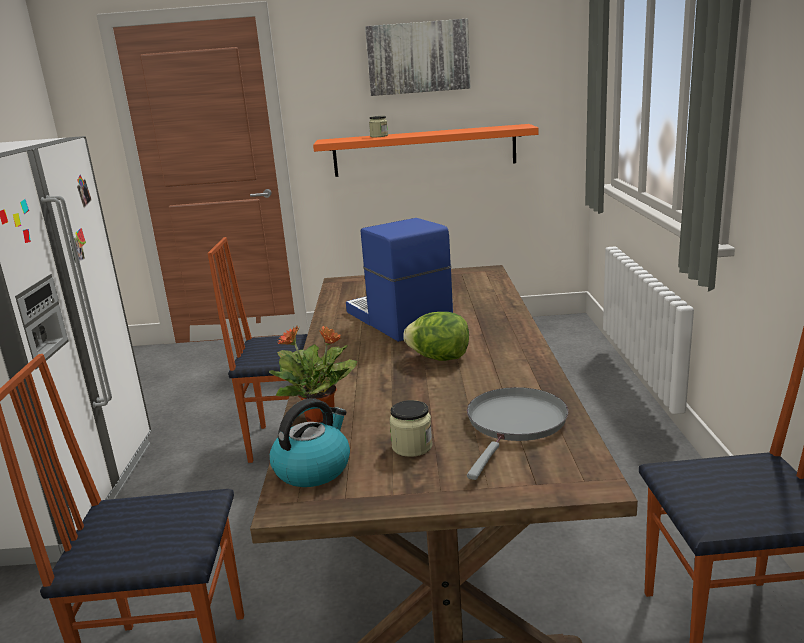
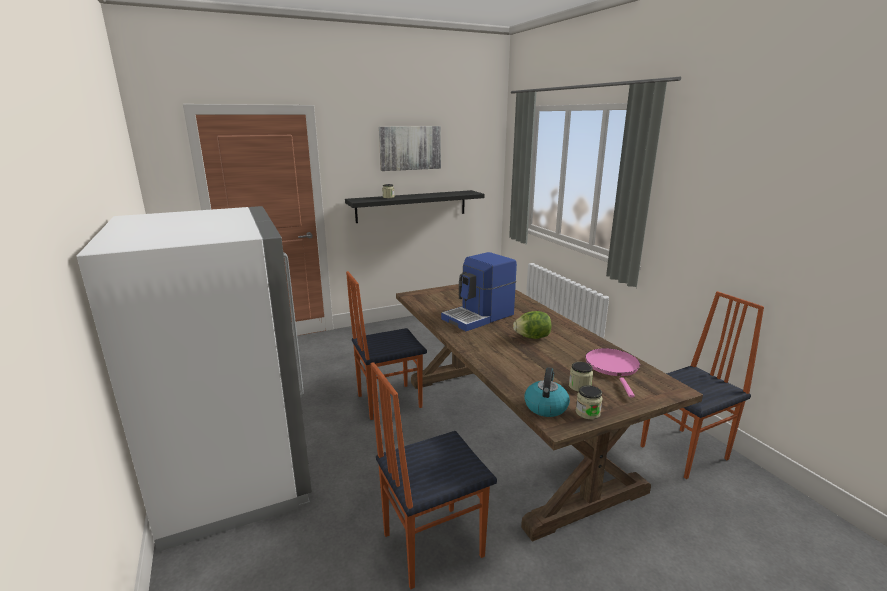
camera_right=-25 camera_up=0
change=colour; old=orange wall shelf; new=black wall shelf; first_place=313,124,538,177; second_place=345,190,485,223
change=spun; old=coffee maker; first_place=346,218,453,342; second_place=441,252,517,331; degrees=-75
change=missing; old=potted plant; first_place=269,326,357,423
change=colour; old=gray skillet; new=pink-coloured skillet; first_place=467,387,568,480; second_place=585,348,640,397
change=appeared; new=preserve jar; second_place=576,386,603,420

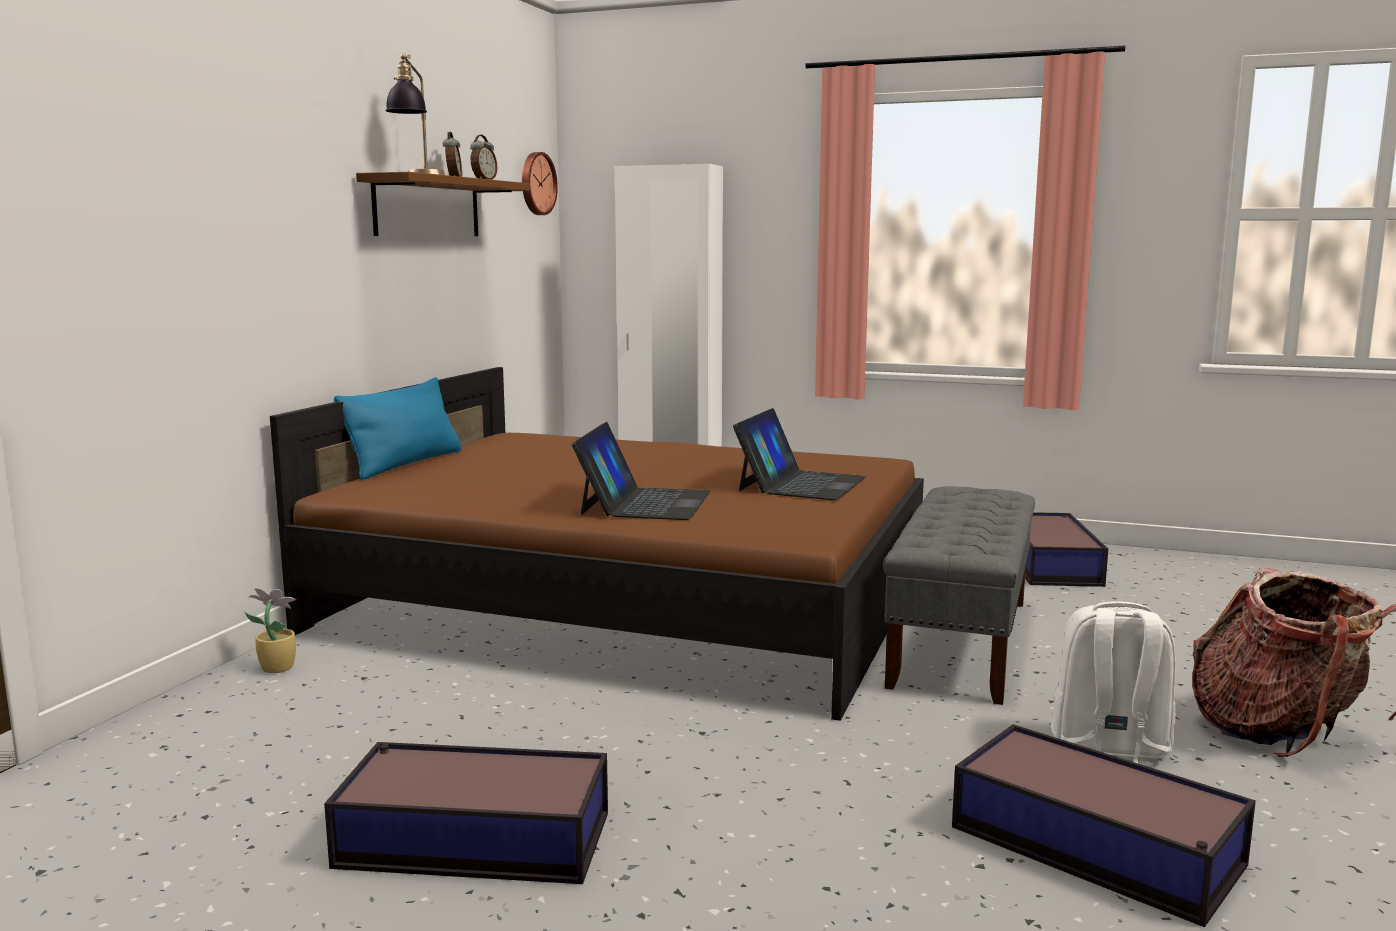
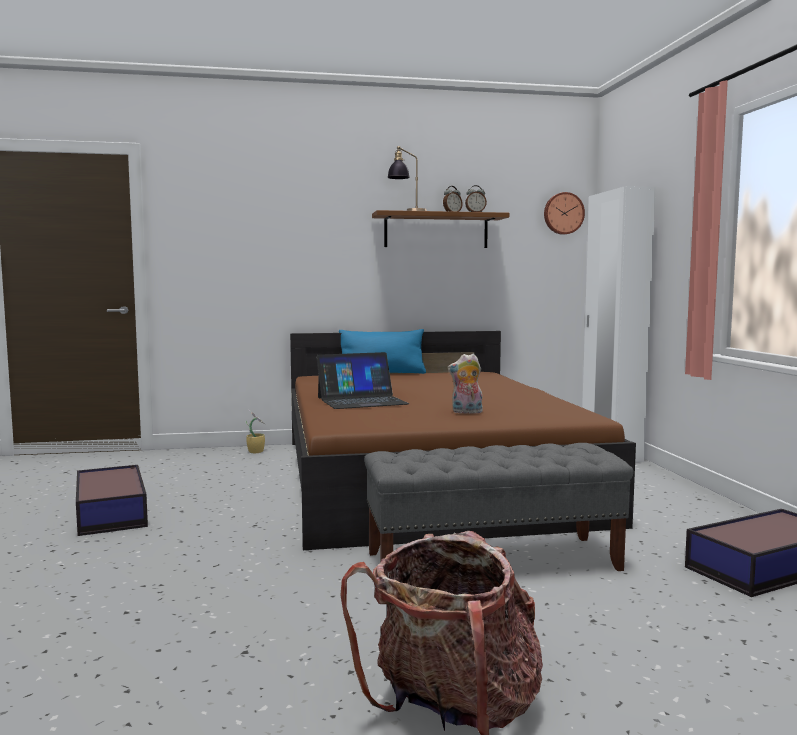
camera_right=60 camera_up=-5
change=exchanged; old=portable computer; new=cuddly toy; first_place=733,408,867,500; second_place=448,354,483,414
change=missing; old=whitish knapsack; first_place=1051,601,1176,763
change=missing; old=storage box; first_place=952,724,1256,927

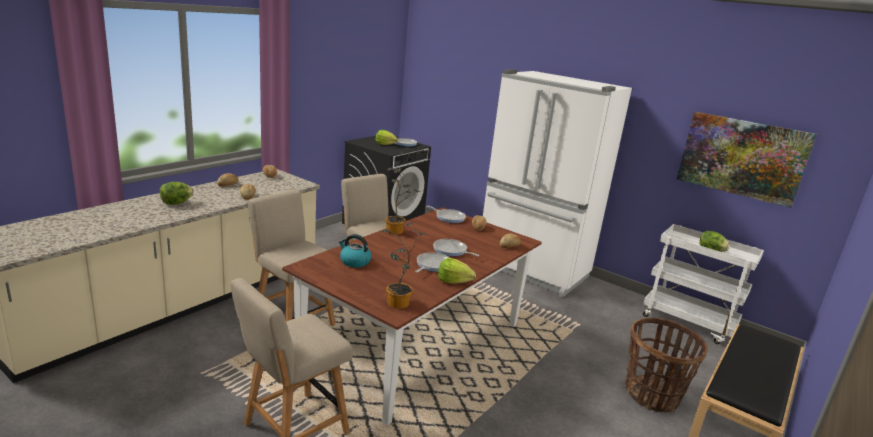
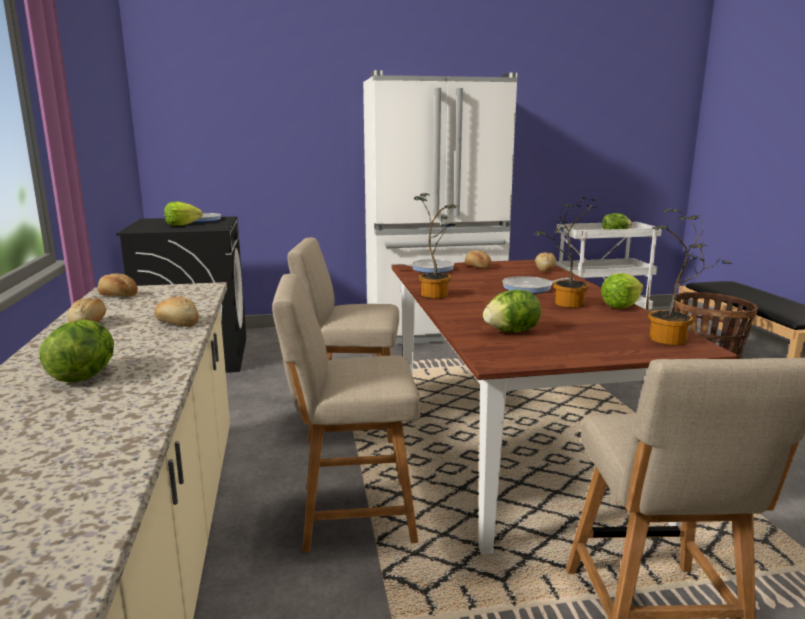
camera_right=-45 camera_up=-5
change=missing; old=picture; first_place=677,112,817,208
change=exchanged; old=tea kettle; new=head of lettuce; first_place=339,234,372,268; second_place=483,290,541,332
change=exchanged; old=skillet; new=potted plant; first_place=415,252,450,273; second_place=535,197,598,308

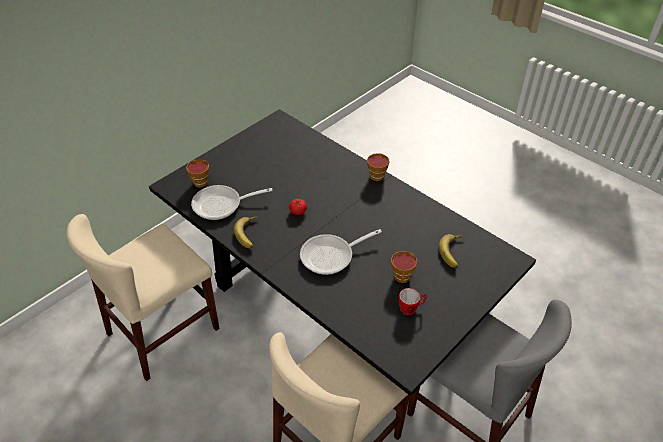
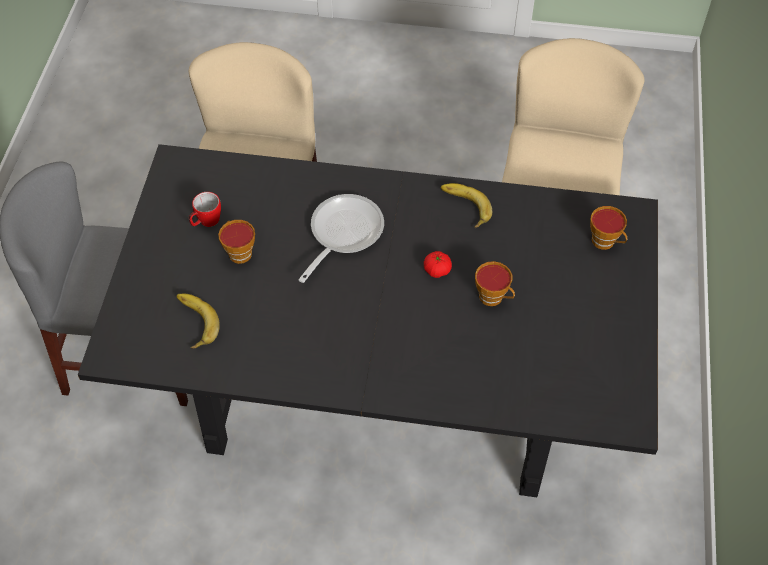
camera_right=145 camera_up=10
change=relocated; old=drinking cup; first_place=367,153,389,181; second_place=475,261,515,306
change=missing; old=skillet; first_place=191,185,273,220

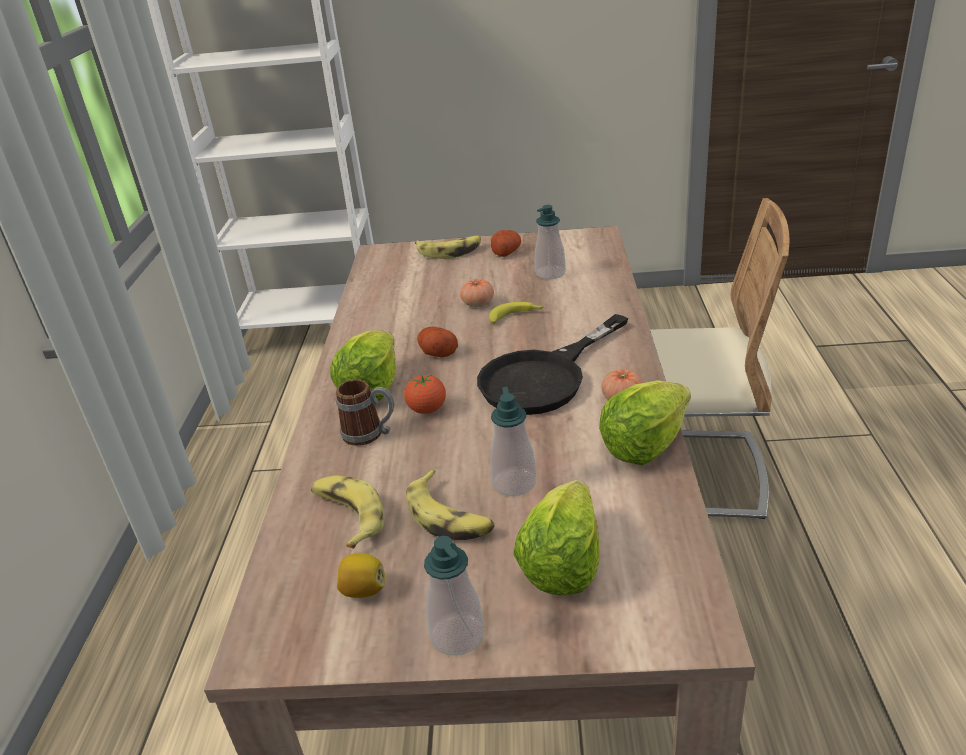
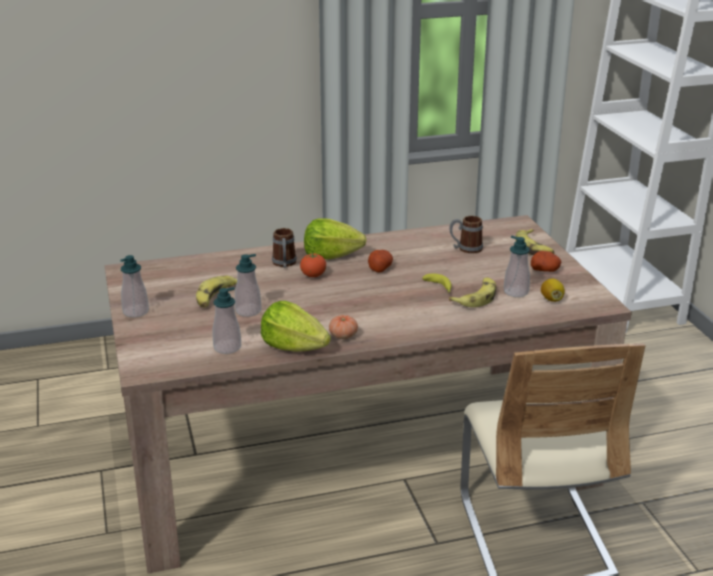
camera_right=70 camera_up=-5
change=missing; old=tomato; first_place=460,279,494,307
change=missing; old=black skillet; first_place=477,314,628,415
change=relocated; old=whole banana; first_place=311,475,384,549; second_place=449,277,496,307
change=missing; old=head of lettuce; first_place=513,480,600,595
change=relocated; old=citrus fruit; first_place=337,553,385,598; second_place=541,279,565,302
change=appeared; new=mug; second_place=449,216,483,254
change=appeared; new=liquid soap bottle; second_place=213,287,241,354

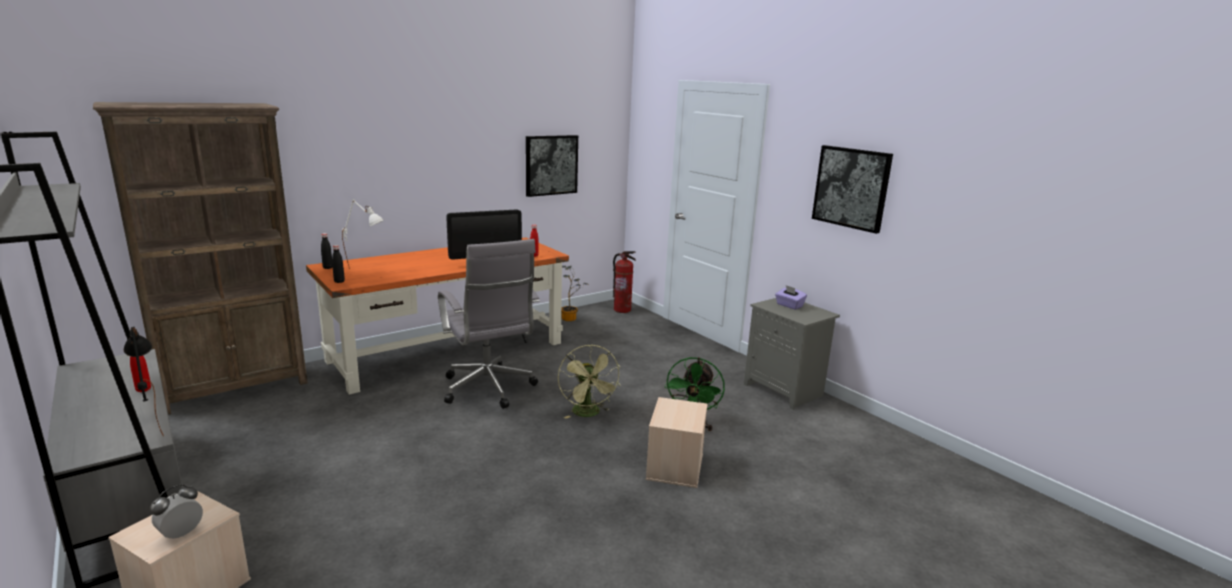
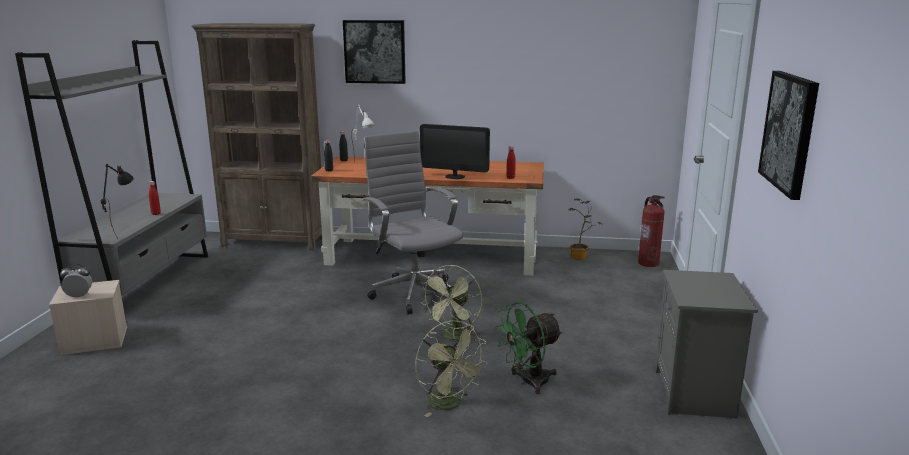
camera_right=45 camera_up=0
change=relocated; old=picture; first_place=526,135,578,197; second_place=343,20,406,84
change=spun; old=gray computer chair; first_place=438,239,540,409; second_place=362,131,463,314; degrees=135
change=missing; old=purple tissue box; first_place=775,285,807,310
change=exchanged; old=beige-coloured storage box; new=green cooling fan; first_place=646,397,707,488; second_place=415,320,488,417

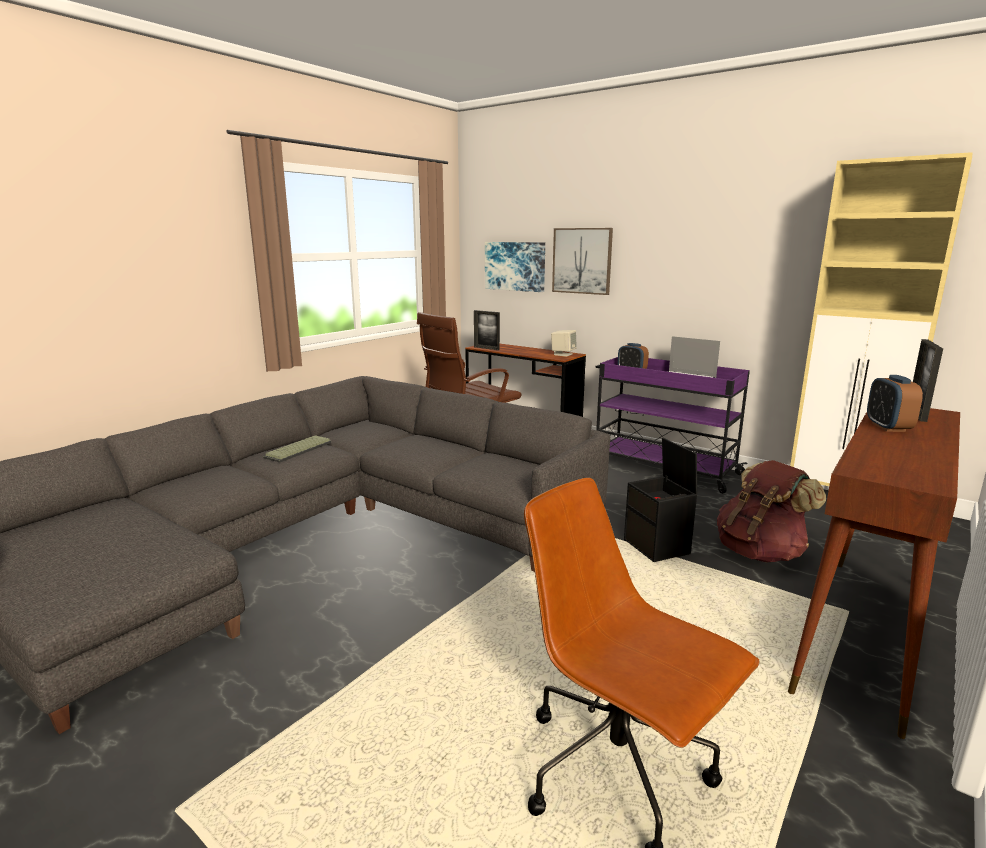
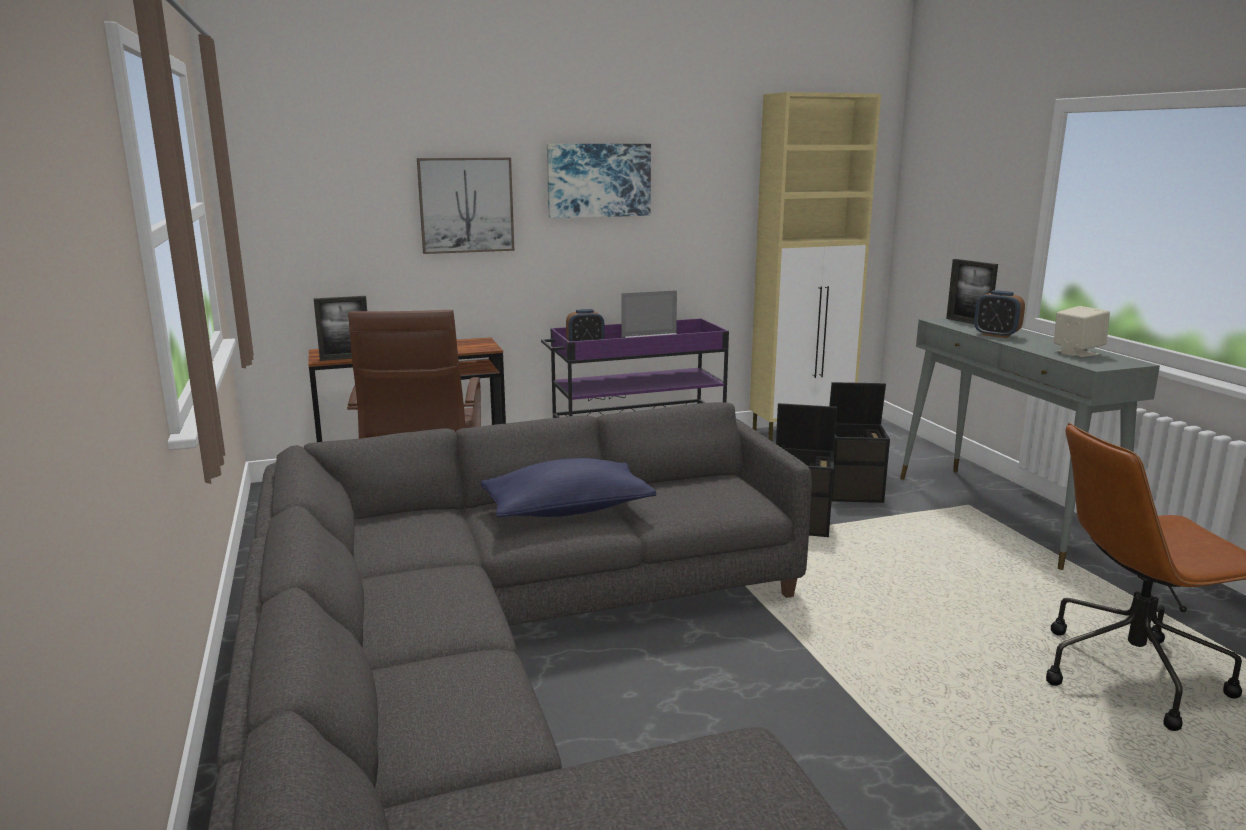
camera_right=-55 camera_up=0
change=relocated; old=picture; first_place=485,242,545,292; second_place=547,144,651,218
change=relocated; old=beige-coloured loudspeaker; first_place=551,330,577,357; second_place=1054,306,1110,357
change=colour; old=brown-coloured narrow table; new=gray narrow table; first_place=788,408,960,739; second_place=900,317,1160,570
change=missing; old=computer keyboard; first_place=263,435,332,462
change=exchanged; old=brown-coloured knapsack; new=black storage box; first_place=717,460,826,563; second_place=829,382,890,503
change=appeared; new=bluish cushion; second_place=480,458,656,517

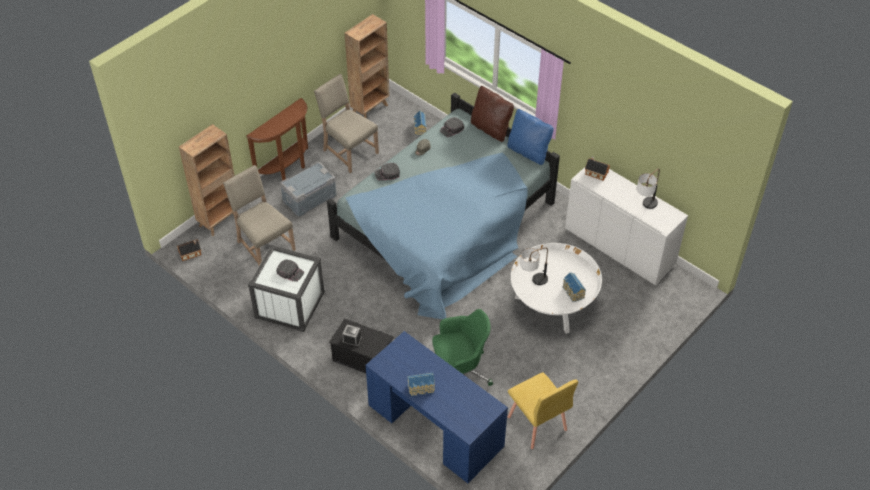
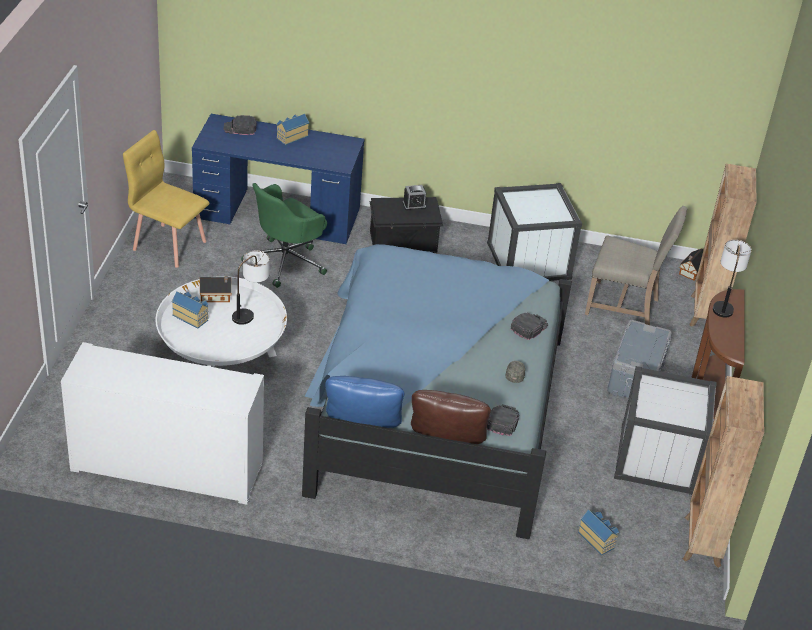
camera_right=145 camera_up=-10
change=exchanged; old=beige-coloured upright chair; new=whitish storage box; first_place=314,74,379,173; second_place=614,366,717,495
change=relocated; old=model house; first_place=585,157,610,181; second_place=200,276,231,302
change=relocated; old=table lamp; first_place=637,169,660,209; second_place=713,240,752,318
change=relocated; old=black baseball cap; first_place=276,259,304,282; second_place=223,115,256,135

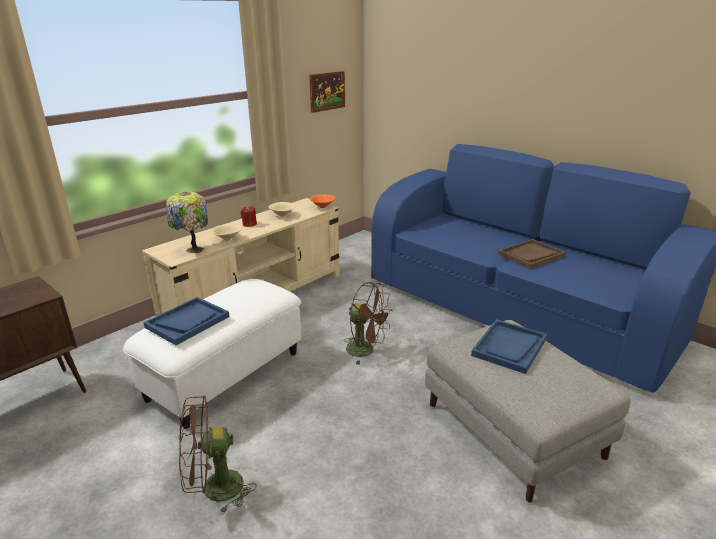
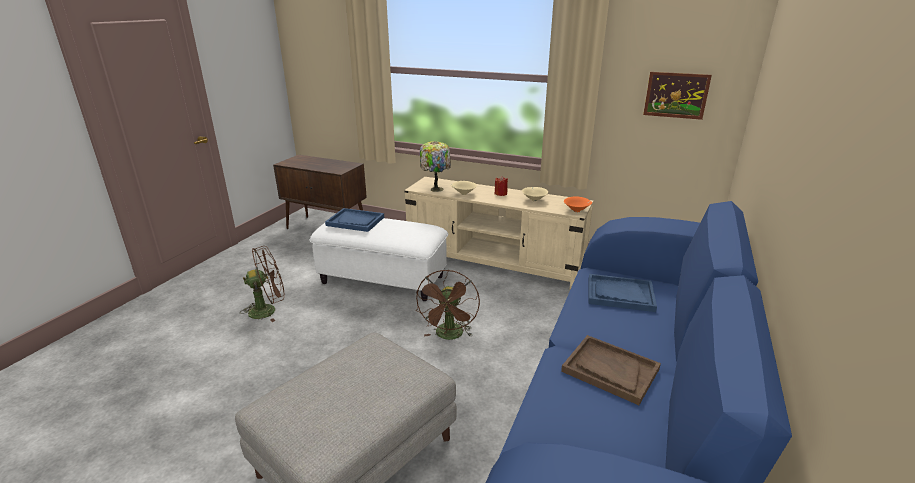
camera_right=70 camera_up=0
change=relocated; old=bluish tray; first_place=471,319,547,374; second_place=588,274,657,312
change=spun; old=brown-coloured cooling fan; first_place=179,396,256,514; second_place=240,246,285,322; degrees=105

